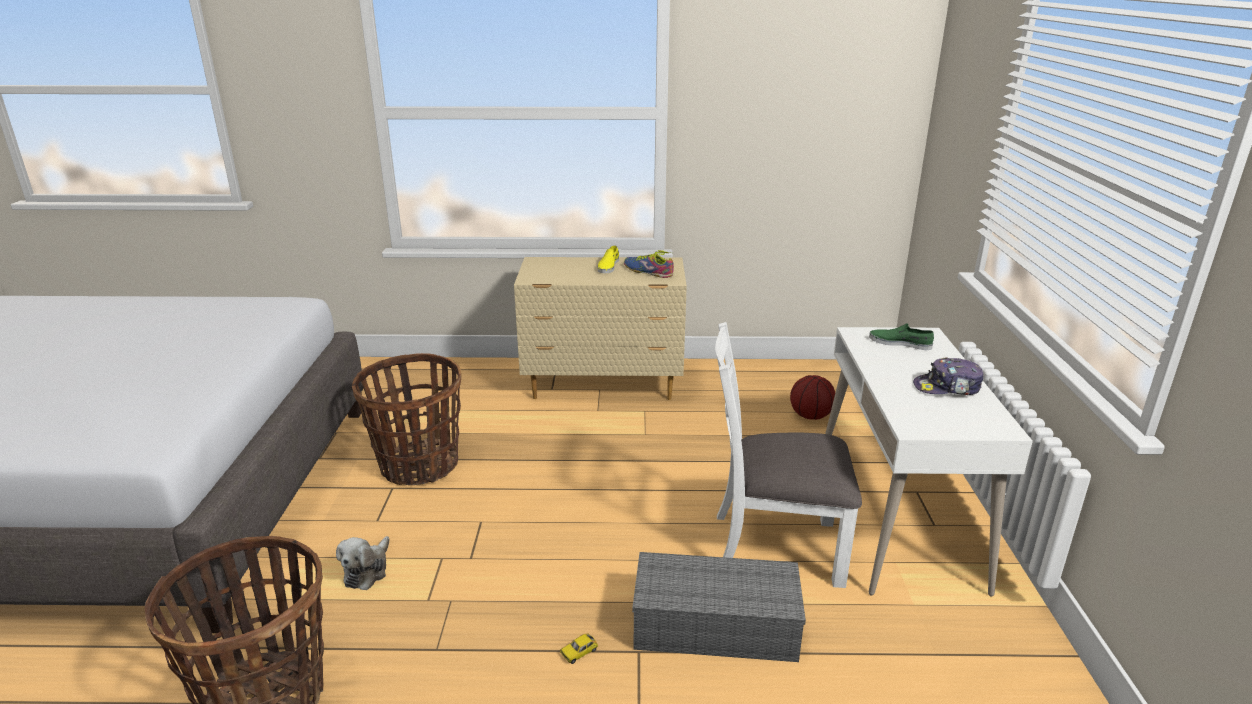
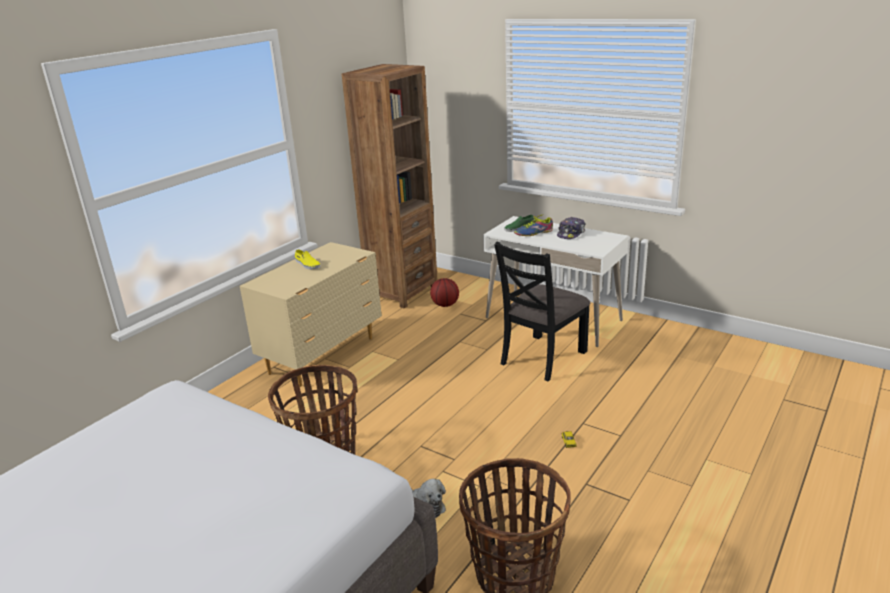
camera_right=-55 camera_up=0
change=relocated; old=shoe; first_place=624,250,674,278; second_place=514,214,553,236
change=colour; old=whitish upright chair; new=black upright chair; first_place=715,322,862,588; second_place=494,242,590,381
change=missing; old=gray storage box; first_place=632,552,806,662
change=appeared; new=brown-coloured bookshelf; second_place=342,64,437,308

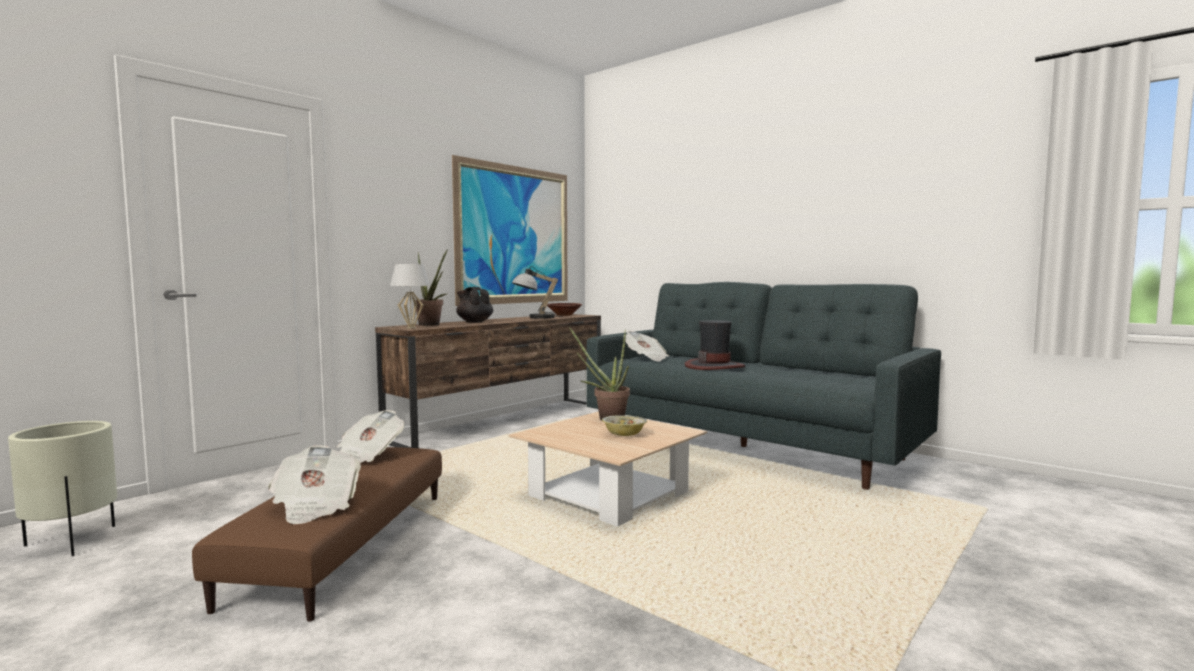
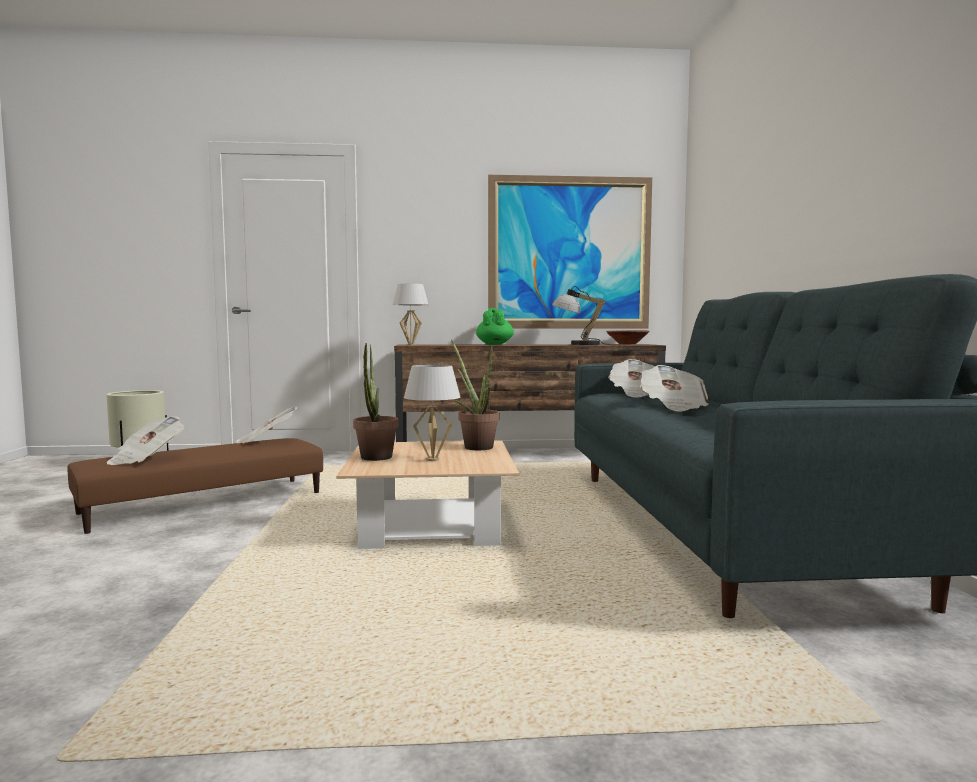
camera_right=45 camera_up=0
change=relocated; old=potted plant; first_place=416,249,448,326; second_place=353,343,399,461
change=colour; old=black teapot; new=green teapot; first_place=456,287,493,323; second_place=476,308,514,345
change=exchanged; old=clothing hat; new=printed paper; first_place=685,320,745,370; second_place=640,365,708,411
change=exchanged; old=serving bowl; new=whitish table lamp; first_place=602,415,647,436; second_place=404,365,460,461

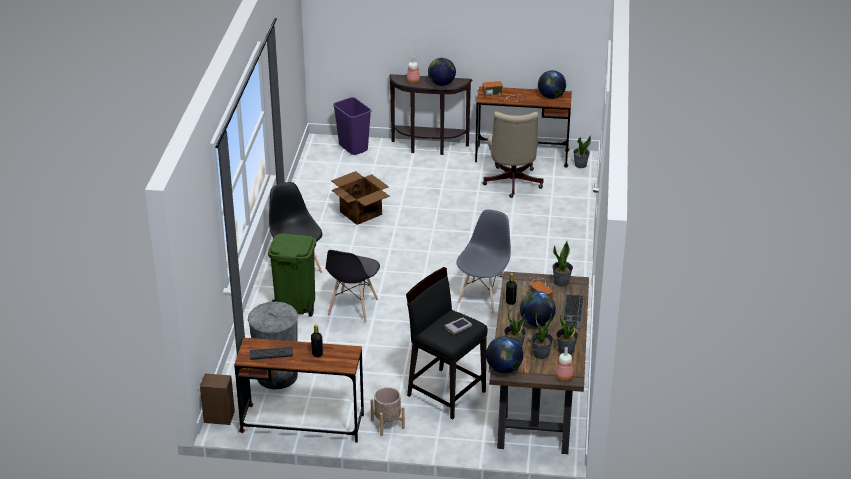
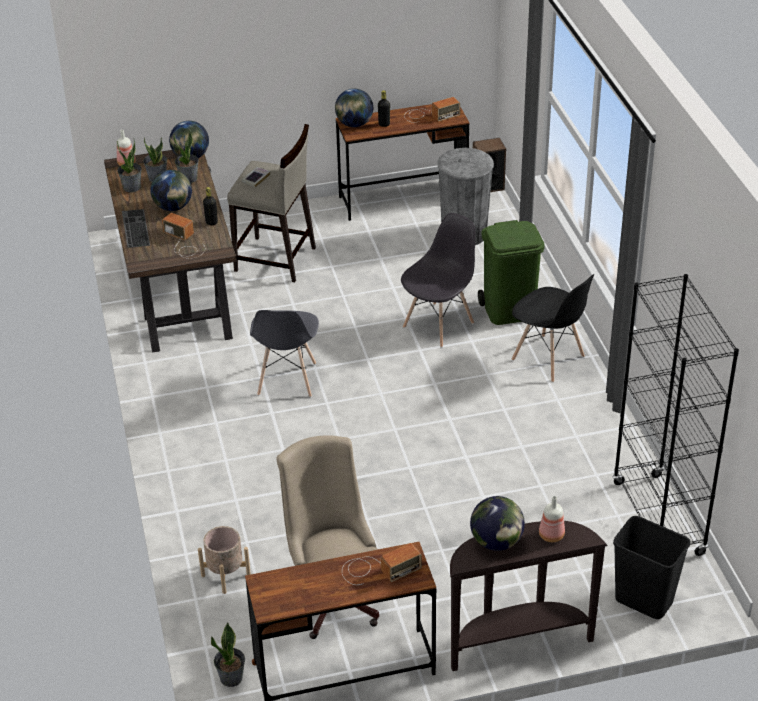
camera_right=160 camera_up=5
change=relocated; old=globe; first_place=538,70,566,99; second_place=335,88,373,127
change=colour; old=purple rubbish bin; new=black rubbish bin; first_place=333,97,371,155; second_place=613,516,690,619
change=missing; old=carton; first_place=331,171,389,225
change=missing; old=potted plant; first_place=552,241,573,287
change=spun; old=gray upright chair; first_place=326,250,380,323; second_place=401,213,475,348; degrees=45
change=colour; old=black stool; new=beige-coloured stool; first_place=406,267,488,420; second_place=227,124,316,282
change=exchanged; old=computer keyboard; new=radio; first_place=250,347,293,360; second_place=404,97,460,123
change=relocated; old=beige-coloured plant pot; first_place=371,387,405,436; second_place=198,526,251,594
change=appeared; new=black bookshelf; second_place=613,274,739,556

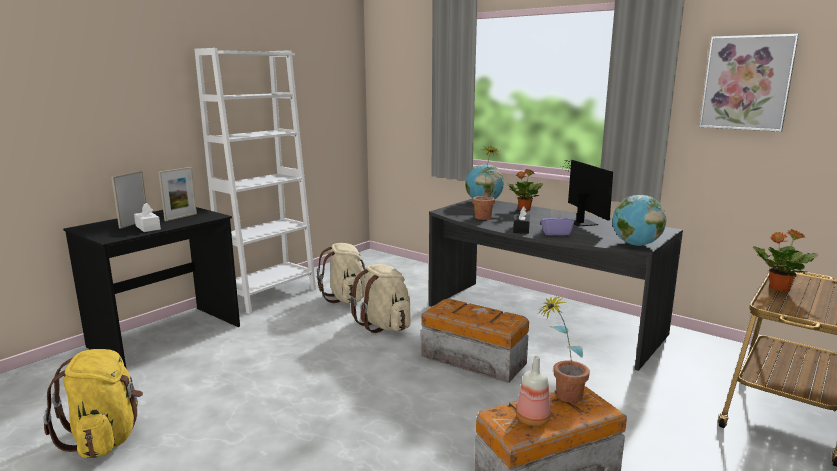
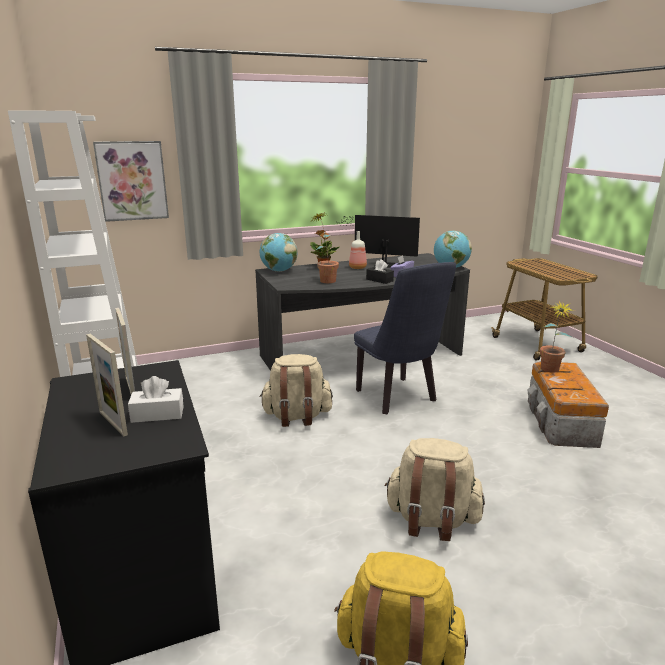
camera_right=-60 camera_up=5
change=relocated; old=picture; first_place=699,34,799,132; second_place=93,141,169,222
change=missing; old=potted plant; first_place=753,229,819,292
change=relocated; old=beige-coloured knapsack; first_place=317,243,366,303; second_place=385,438,485,541
change=exchanged; old=storage box; new=bluish upright chair; first_place=421,299,529,383; second_place=354,262,456,414
change=relocated; old=bottle; first_place=516,356,551,426; second_place=349,231,367,269

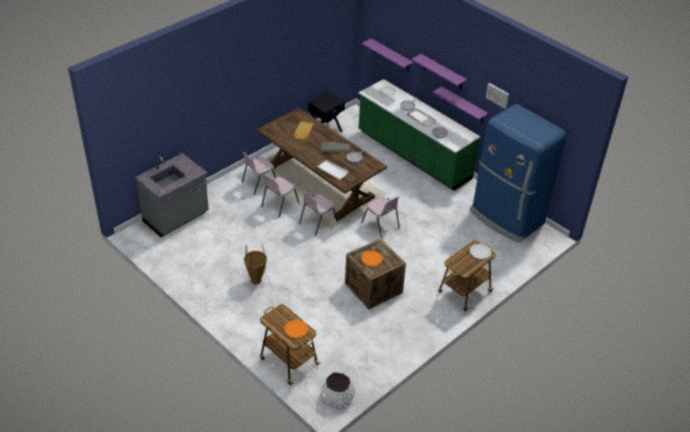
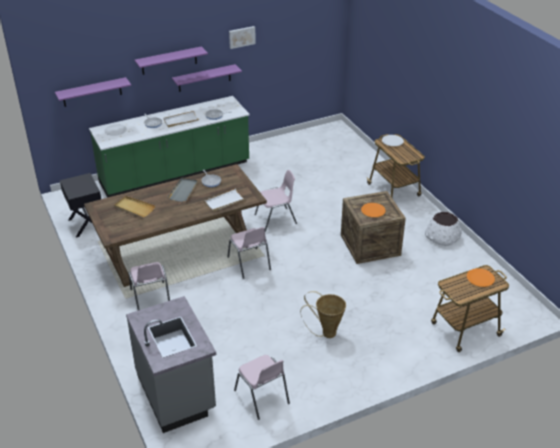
camera_right=-70 camera_up=-5
change=missing; old=bluish kitchen fridge; first_place=470,104,566,243
change=relocated; old=pink-coloured upright chair; first_place=261,175,299,217; second_place=234,355,290,420
change=relocated; old=whitish plant pot; first_place=320,372,355,409; second_place=425,212,462,246

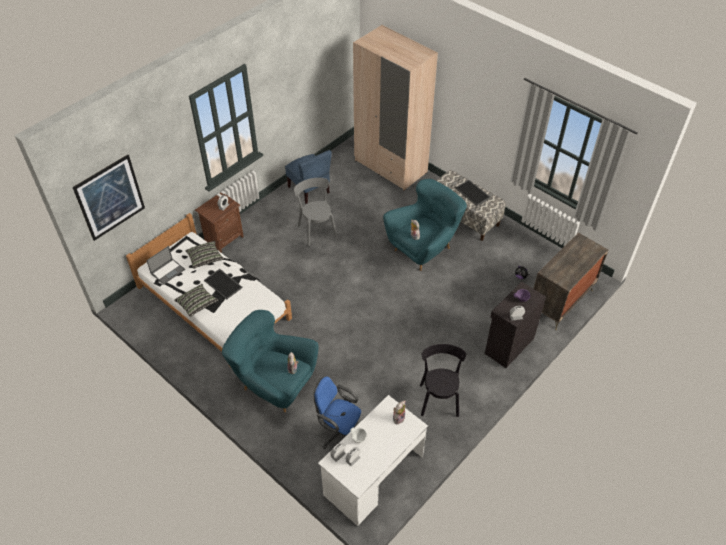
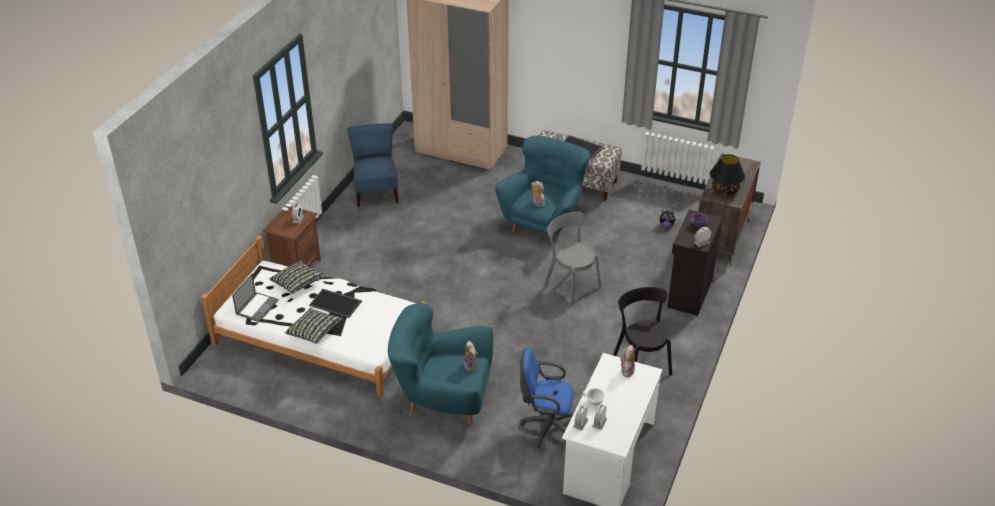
camera_right=-20 camera_up=-10
change=spun; old=bluish upright chair; first_place=285,150,332,204; second_place=347,124,398,207; degrees=-135
change=missing; old=picture; first_place=73,154,145,241
change=relocated; old=gray upright chair; first_place=294,178,337,246; second_place=543,212,601,306
change=appeared; new=black table lamp; second_place=710,154,745,195

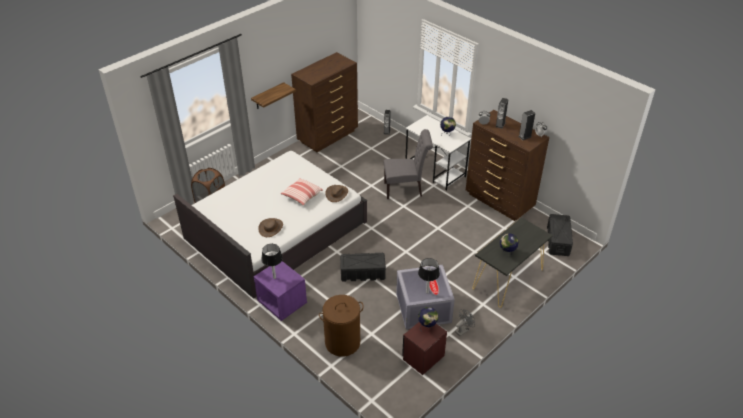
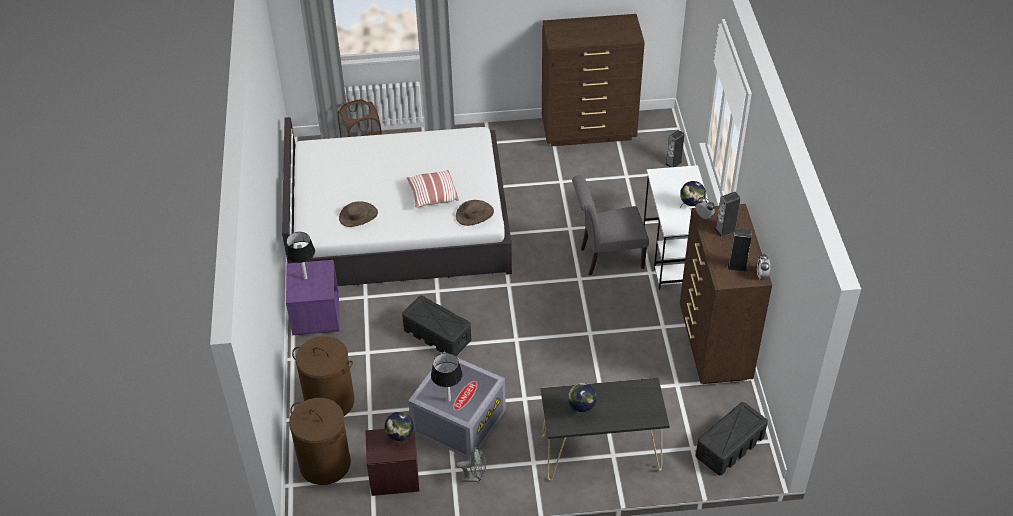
camera_right=40 camera_up=5
change=missing; old=wall shelf; first_place=251,82,296,109
change=spun; old=gray upright chair; first_place=384,129,433,199; second_place=572,175,649,275; degrees=135
change=appeared; new=brown-coloured hamper; second_place=289,398,351,485

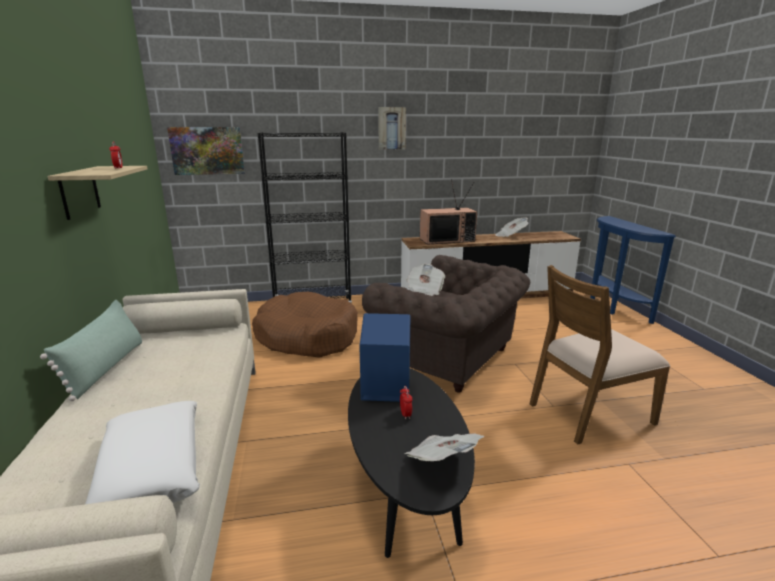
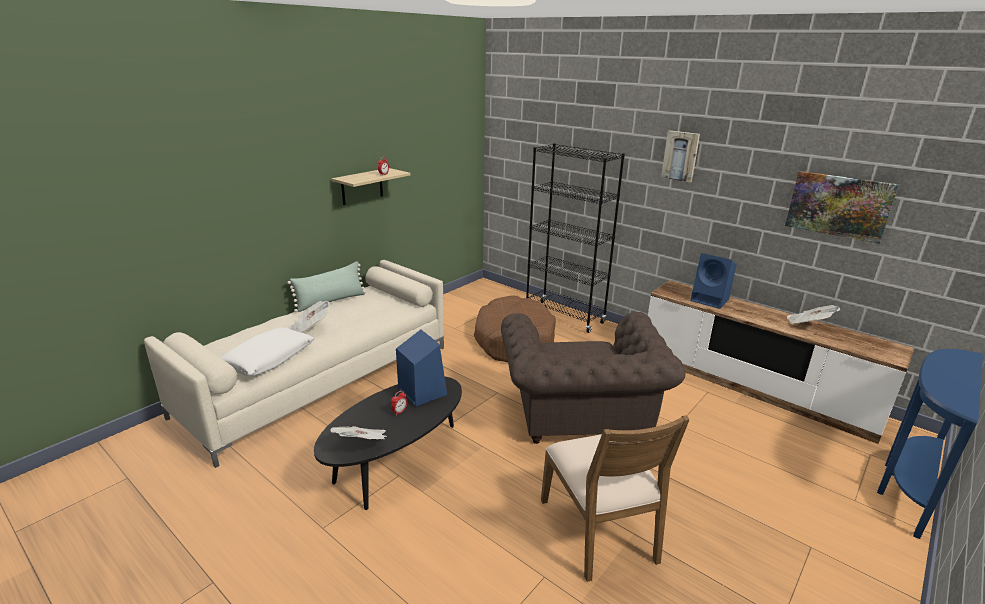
camera_right=50 camera_up=5
change=relocated; old=picture; first_place=167,127,245,175; second_place=785,171,899,244
change=exchanged; old=TV; new=bluish loudspeaker; first_place=420,179,477,245; second_place=690,253,737,309
change=relocated; old=printed paper; first_place=406,264,445,296; second_place=288,301,330,333
change=spun; old=brown-coloured upright chair; first_place=529,265,670,445; second_place=541,415,690,582; degrees=-135

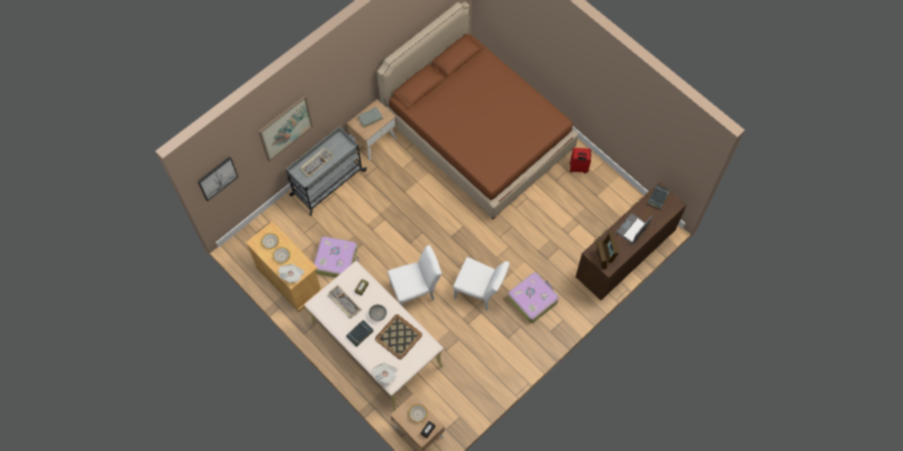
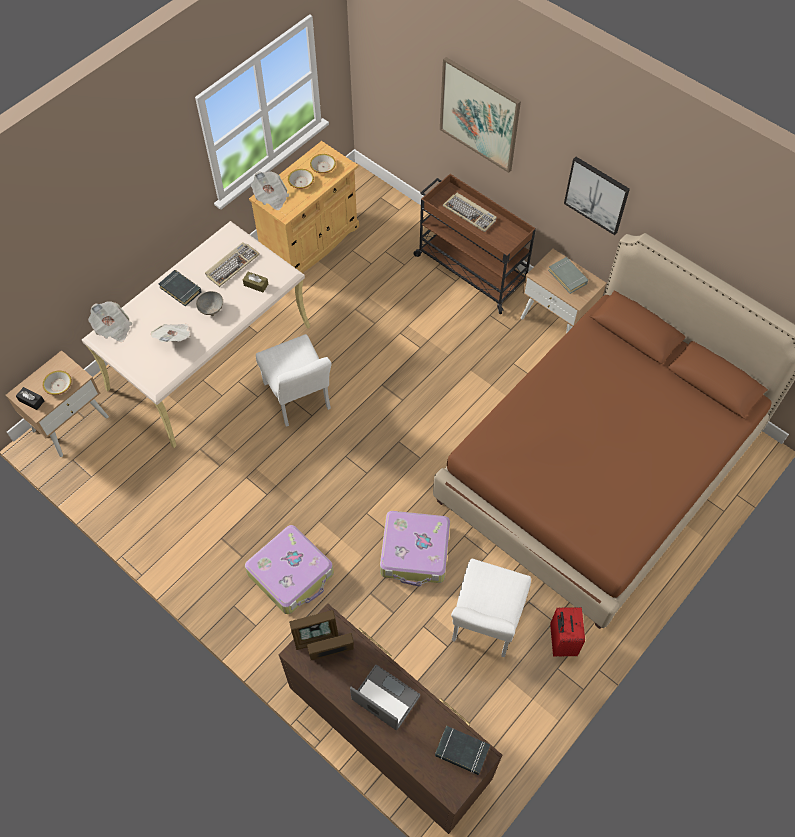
camera_right=85 camera_up=-5
change=colour; old=gray wheeled cart; new=brown-coloured wheeled cart; first_place=286,127,367,216; second_place=414,174,536,314
change=relocated; old=picture; first_place=198,156,238,201; second_place=564,157,630,235
change=relocated; old=travel case; first_place=314,236,359,278; second_place=380,511,450,587
change=relocated; old=whitish upright chair; first_place=453,257,510,311; second_place=451,559,531,657
change=exchanged; old=tray; new=printed paper; first_place=375,314,422,360; second_place=151,324,191,342

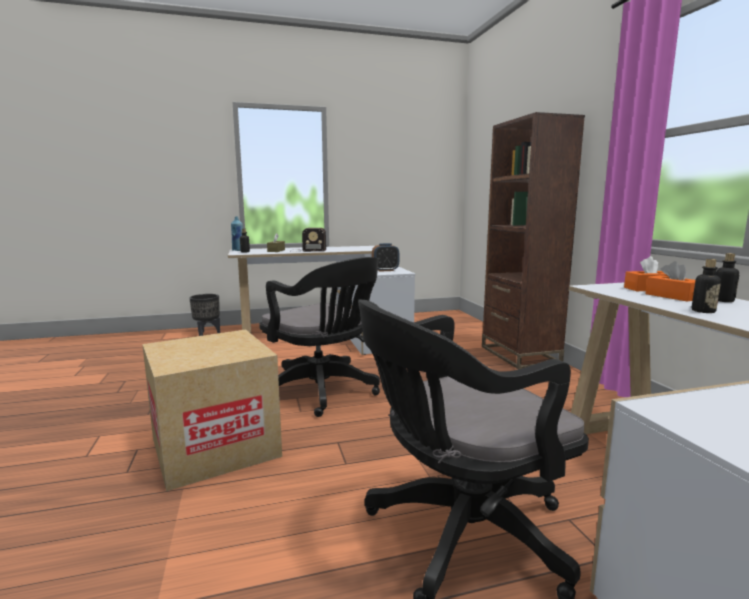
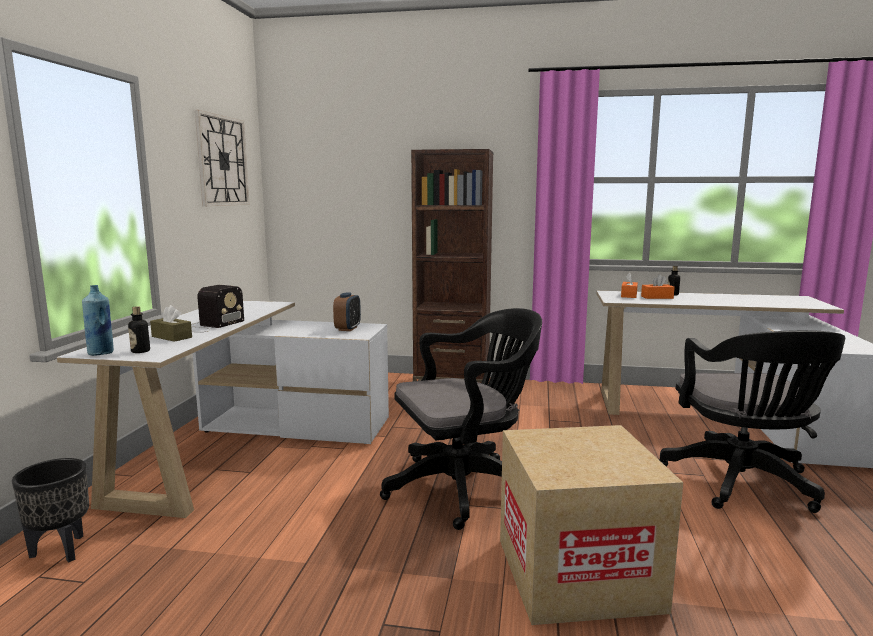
camera_right=-65 camera_up=0
change=missing; old=bottle; first_place=692,259,721,313
change=appeared; new=hanging clock; second_place=195,110,250,206

